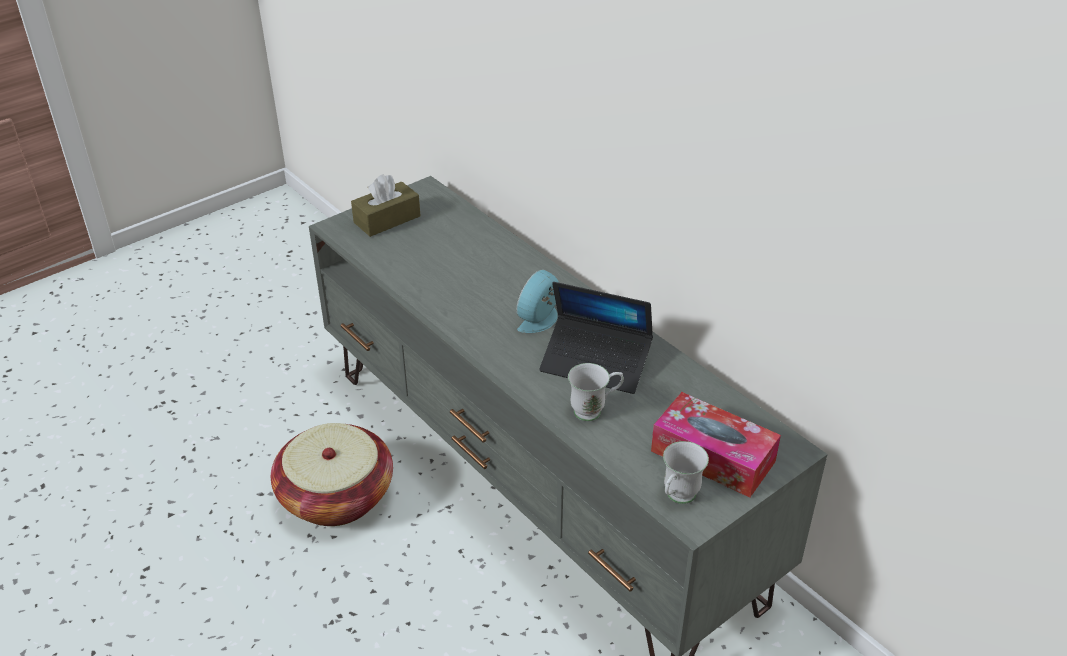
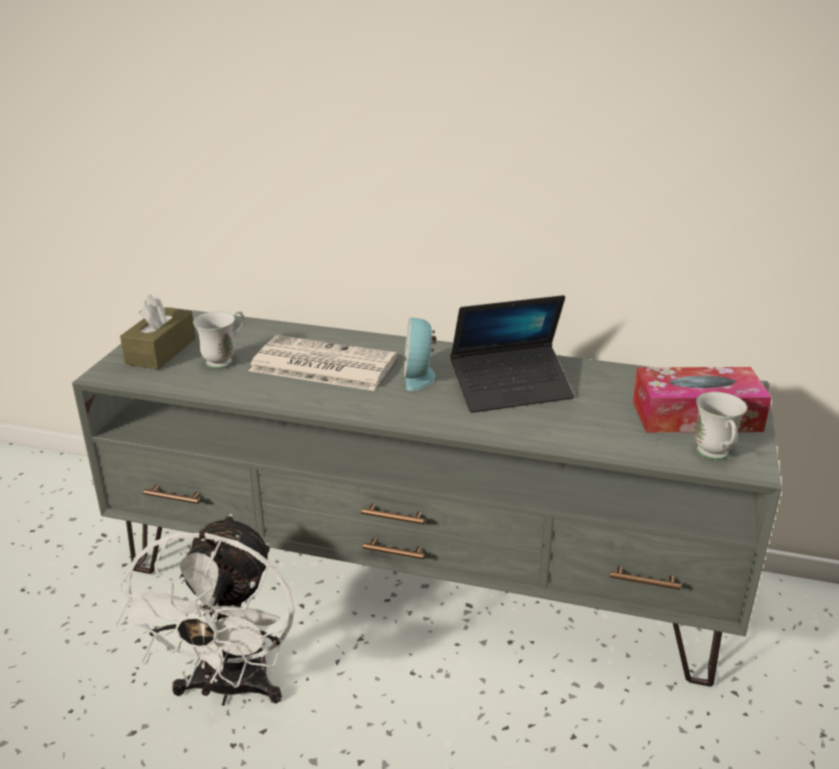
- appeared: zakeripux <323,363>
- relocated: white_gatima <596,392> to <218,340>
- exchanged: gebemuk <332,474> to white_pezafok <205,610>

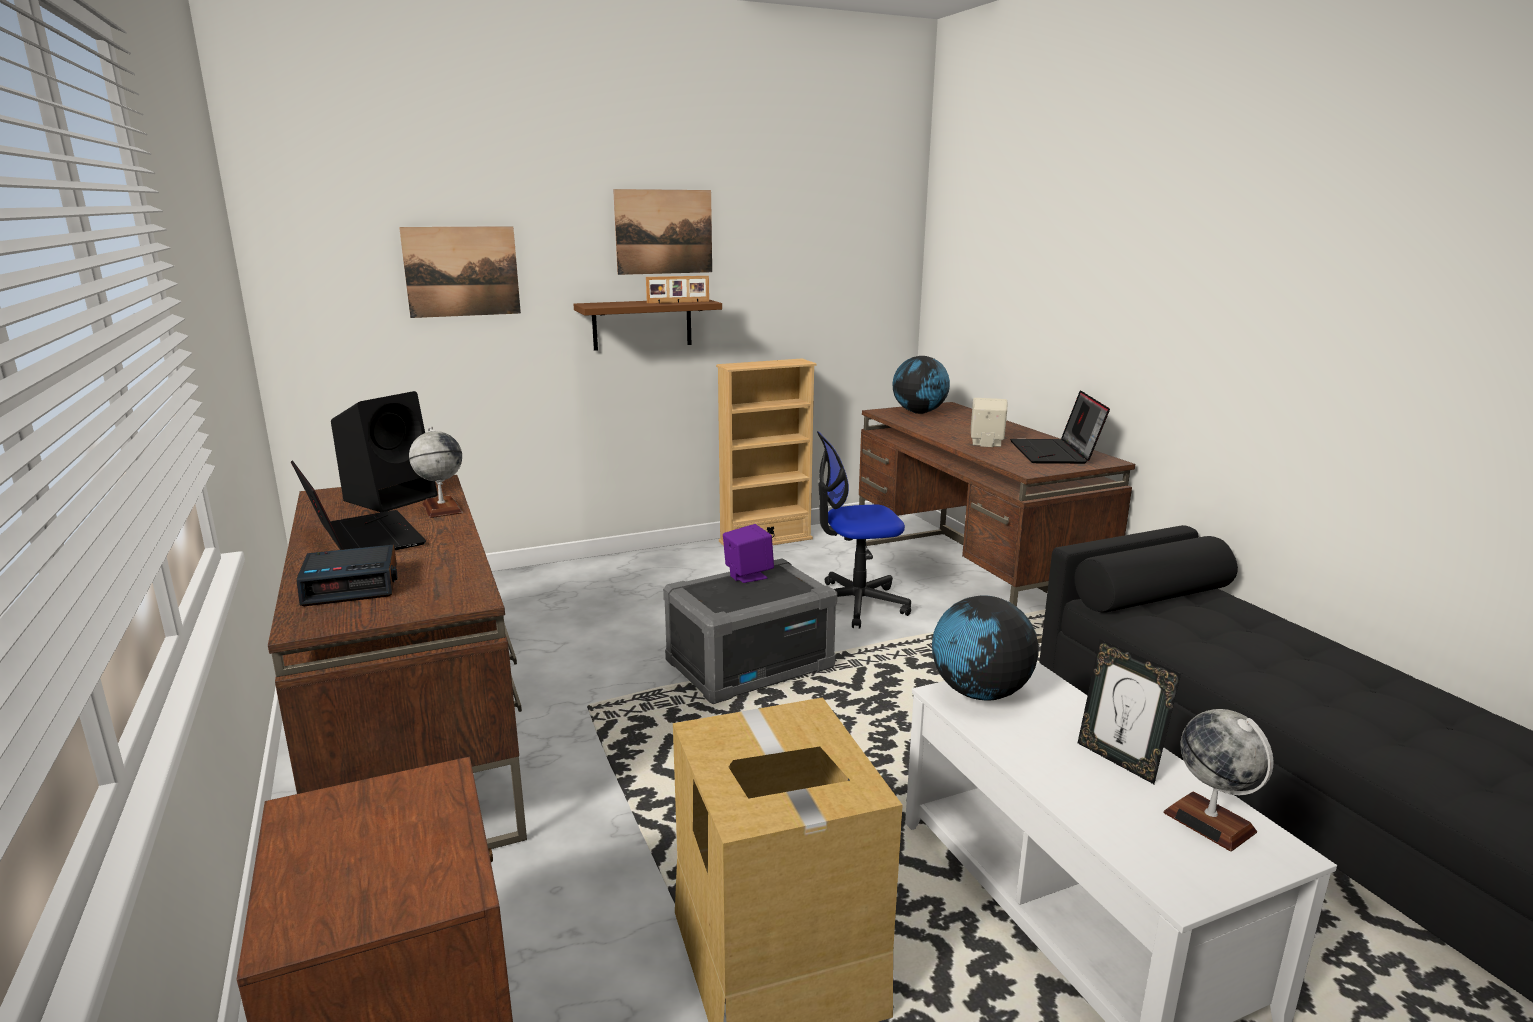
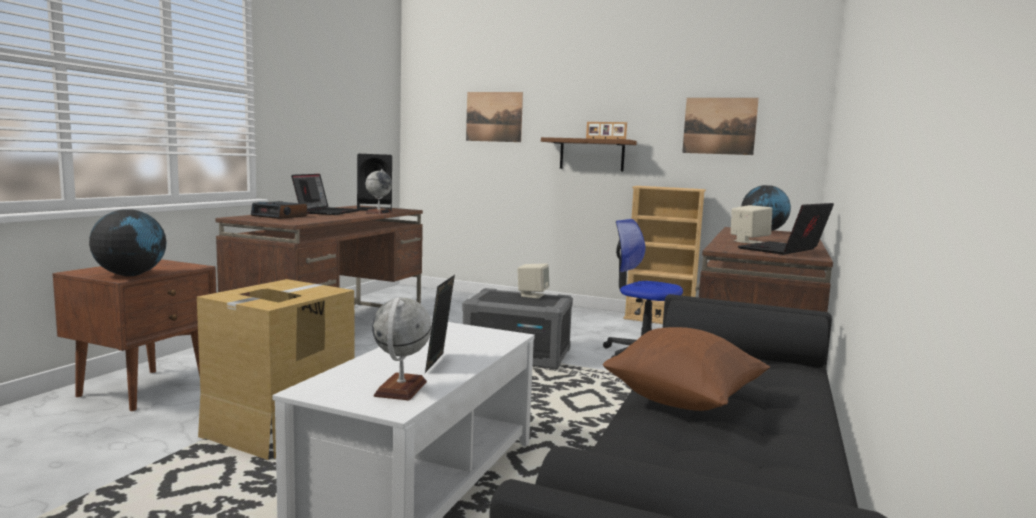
- appeared: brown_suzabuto <686,369>
- relocated: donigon <662,232> to <720,126>
- relocated: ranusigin <985,647> to <128,242>
- colour: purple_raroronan <748,553> to beige_raroronan <533,281>

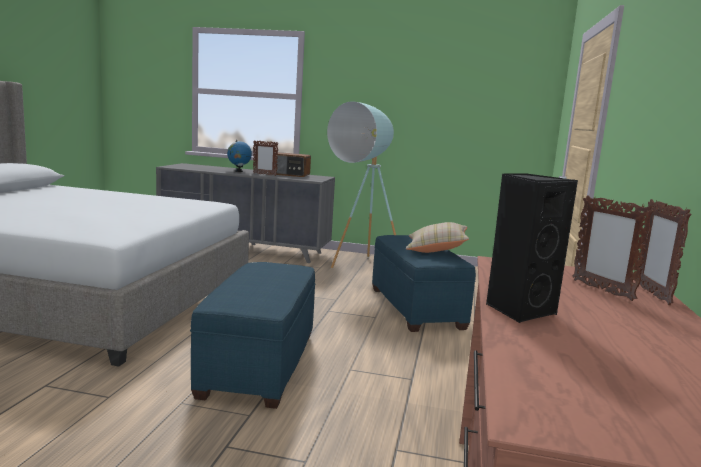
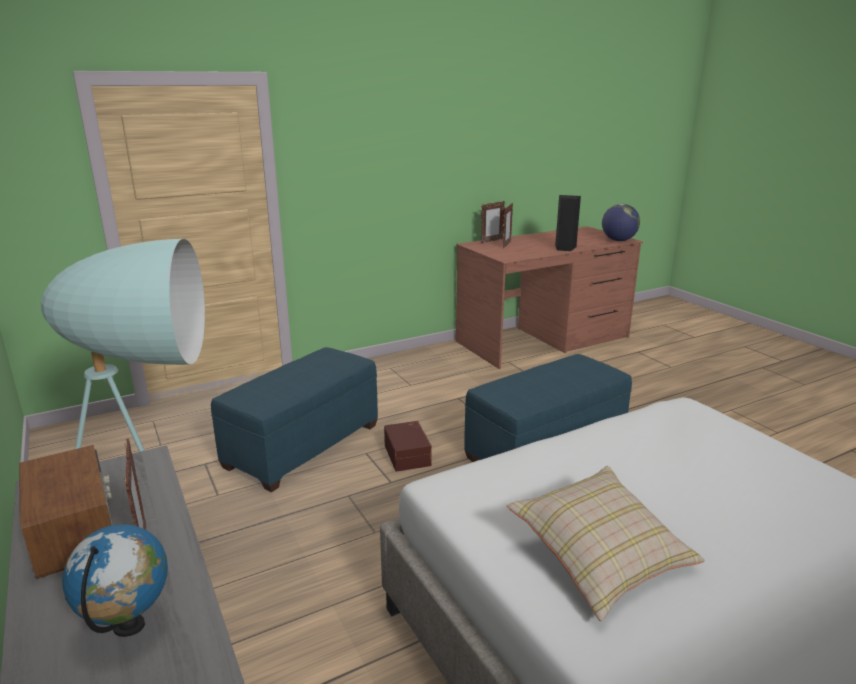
- appeared: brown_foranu <408,446>
- appeared: ranusigin <621,222>
- relocated: beige_suzabuto <437,237> to <606,543>

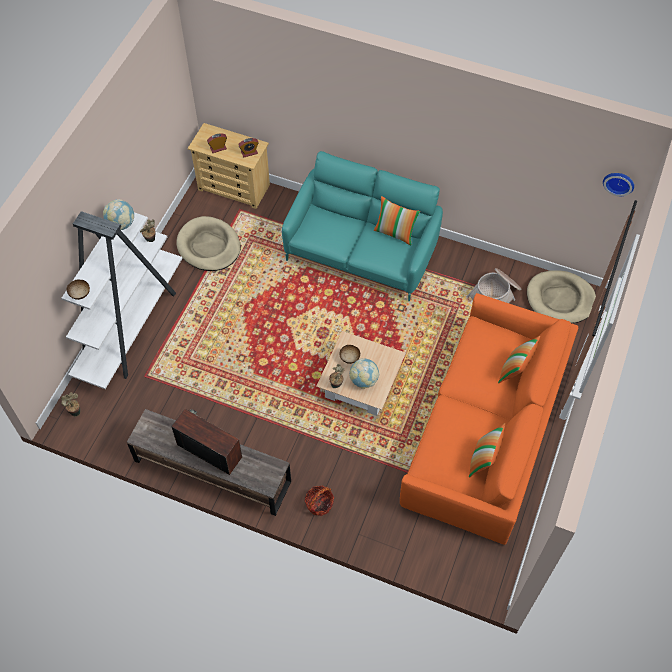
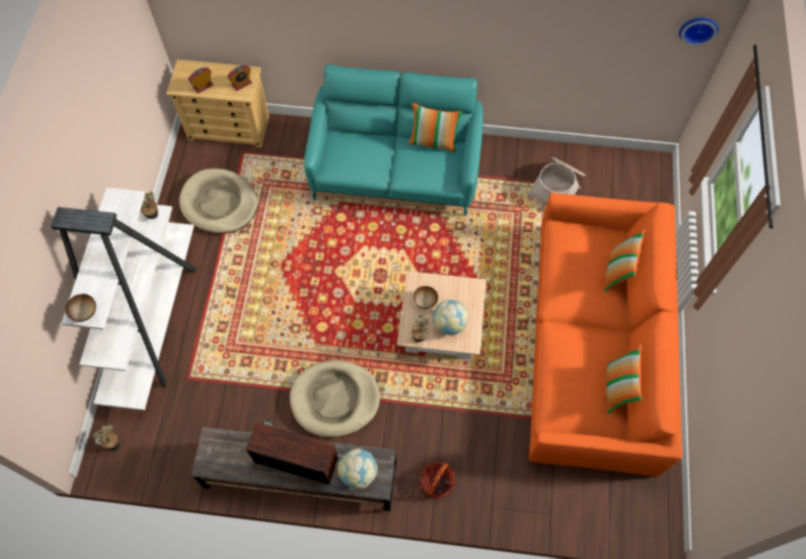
- relocated: ranusigin <118,214> to <357,468>
- relocated: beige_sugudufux <561,296> to <335,398>

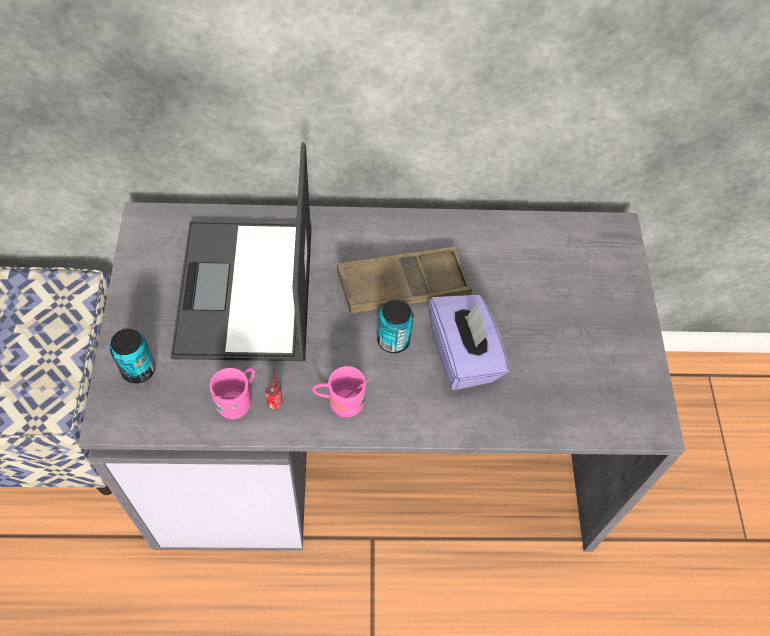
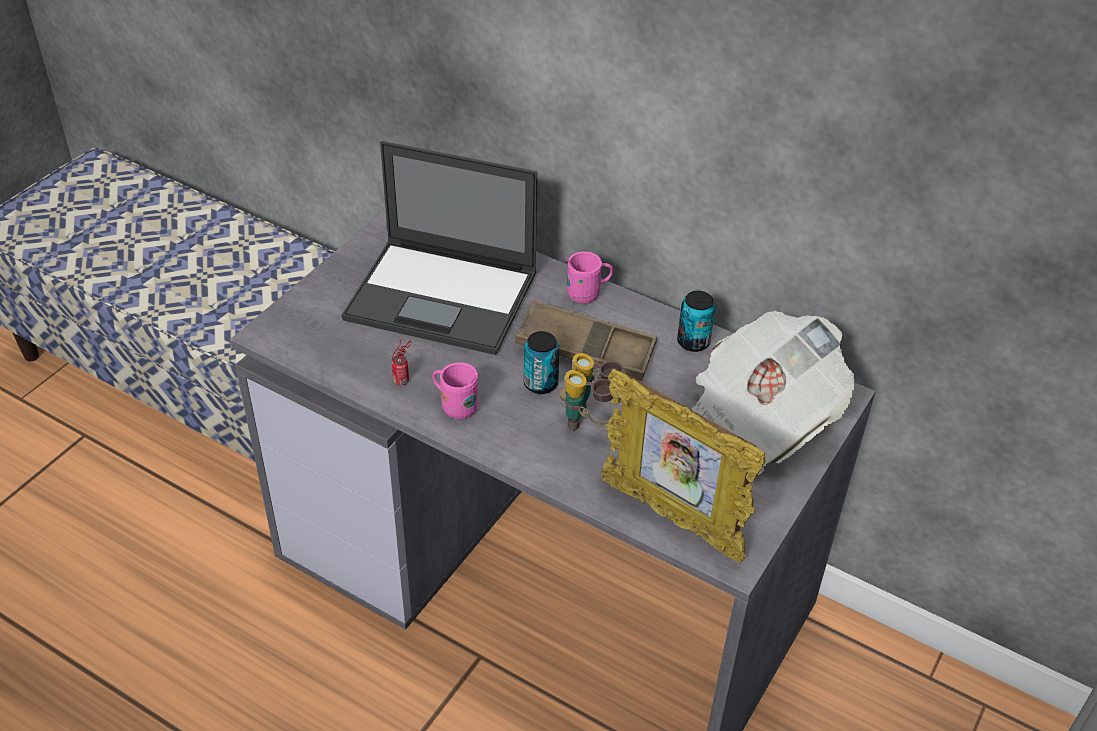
- appeared: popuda <683,466>
- appeared: zakeripux <773,393>
- relocated: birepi <133,355> to <696,321>
- relocated: pink_gatima <232,393> to <589,278>
- exchanged: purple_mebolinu <469,342> to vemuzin <591,392>
- spun: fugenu <241,251> = <439,248> 105 degrees counterclockwise

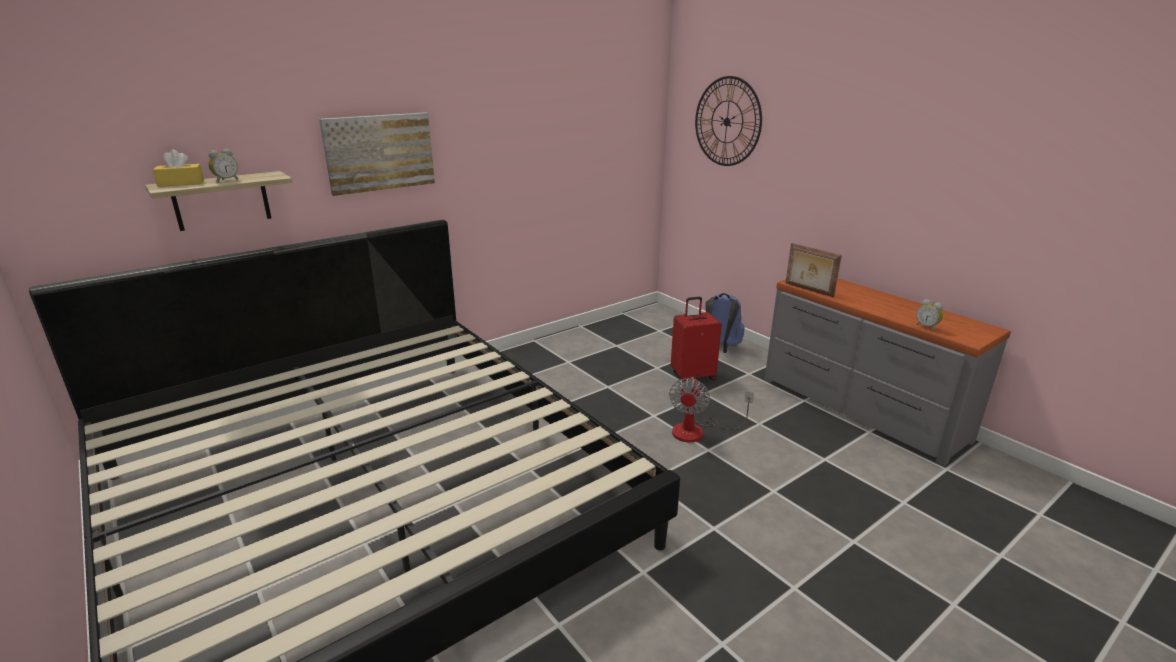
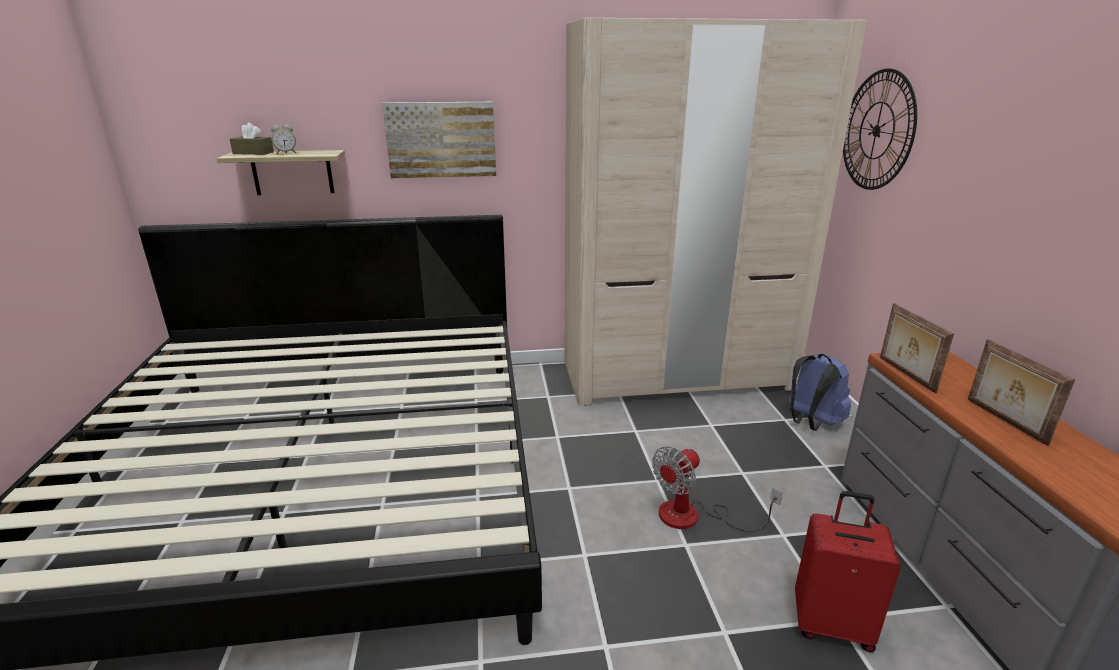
- missing: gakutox <929,315>
- appeared: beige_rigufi <716,212>
- appeared: popuda <1021,392>
- relocated: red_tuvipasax <696,339> to <848,572>
- colour: yellow_mebolinu <178,168> to brown_mebolinu <252,139>

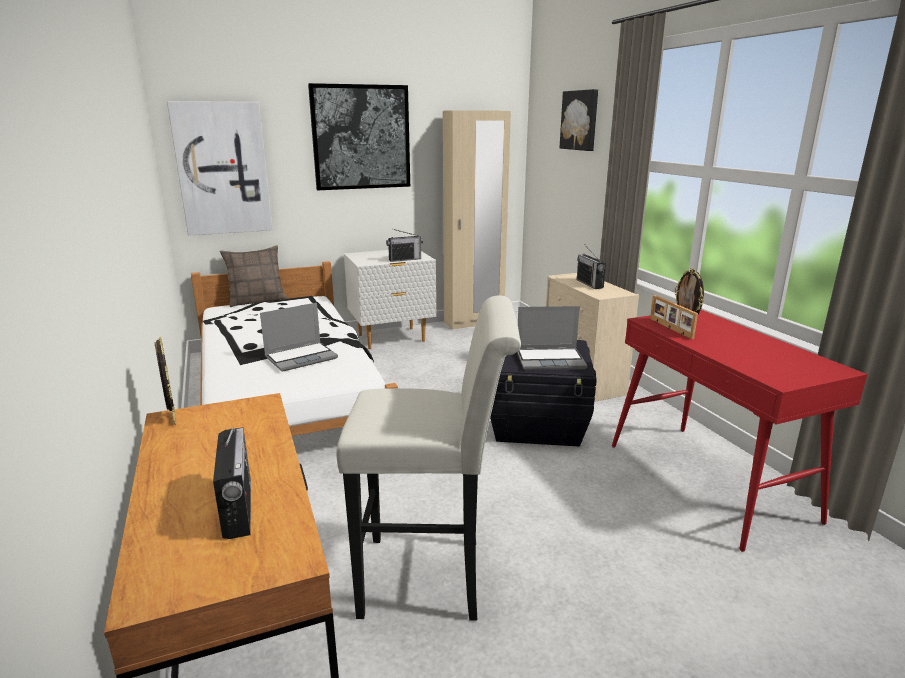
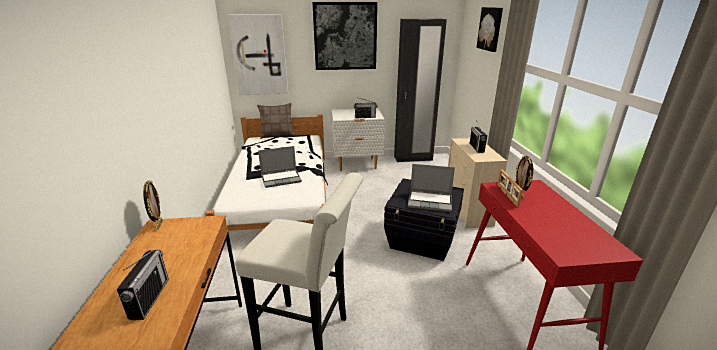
- colour: beige_rigufi <477,220> to black_rigufi <420,90>

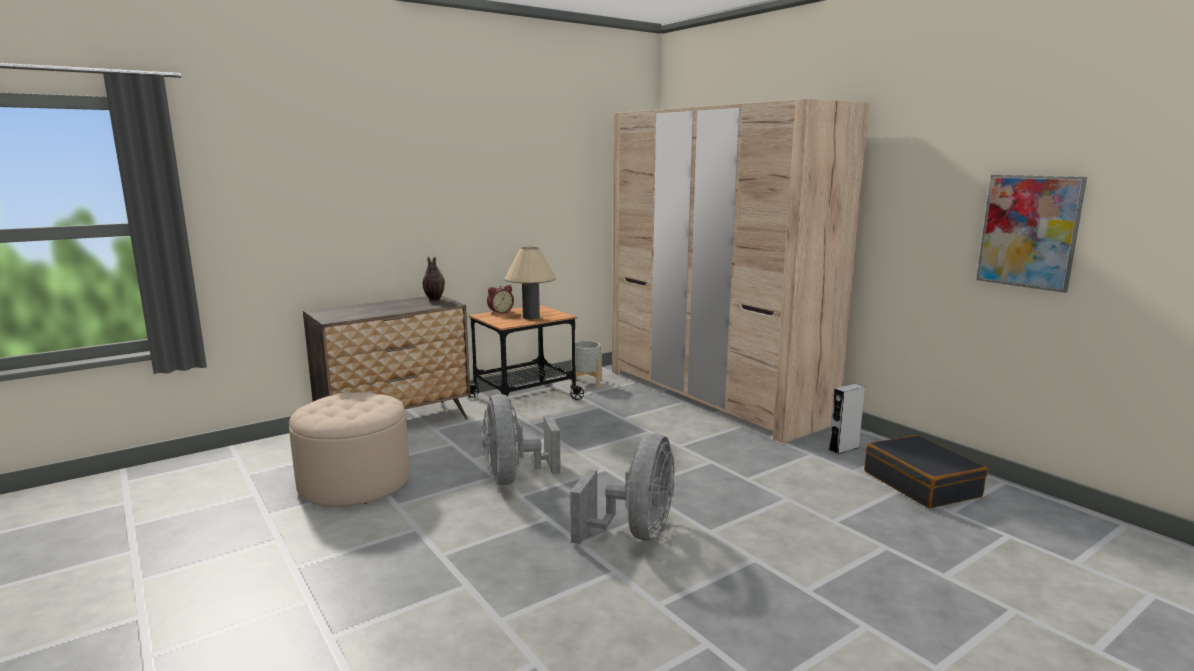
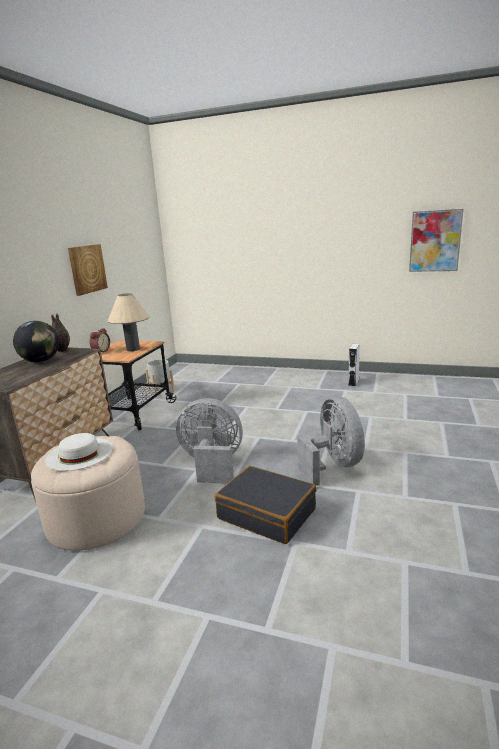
- missing: beige_rigufi <740,271>
- appeared: ranusigin <36,341>
- appeared: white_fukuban <79,452>
- appeared: donigon <88,270>
- relocated: black_tuvipasax <926,471> to <265,505>
- spun: grey_pezafok <521,439> = <209,441> 150 degrees clockwise

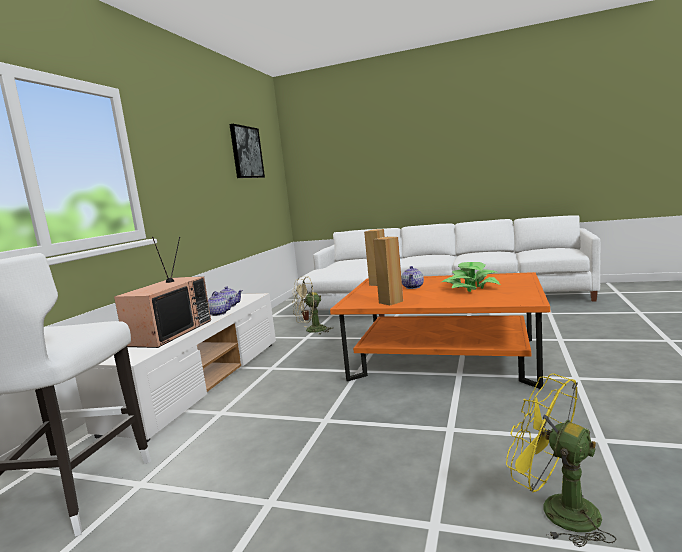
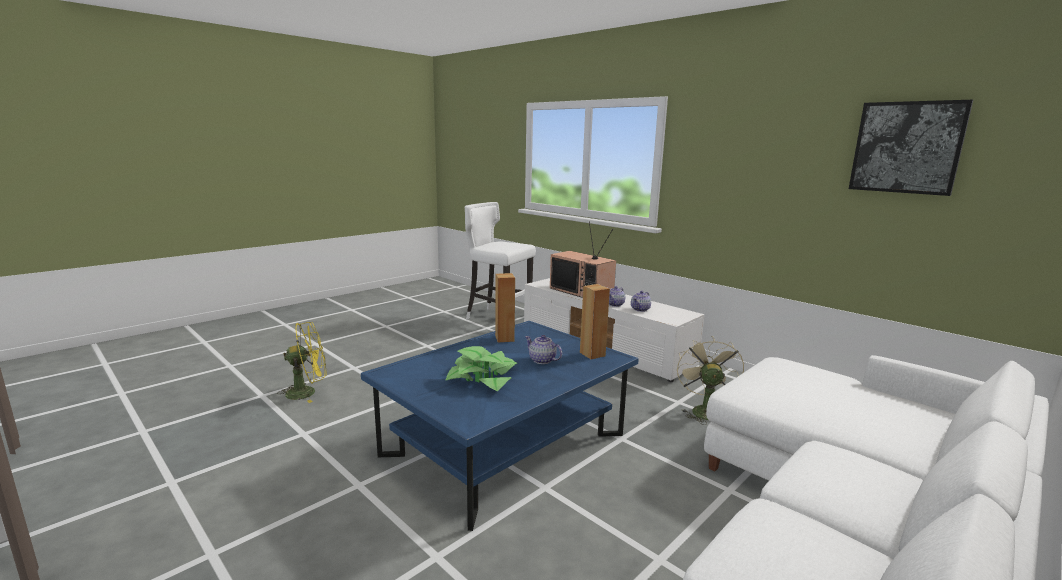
- colour: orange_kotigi <440,330> to blue_kotigi <500,426>

